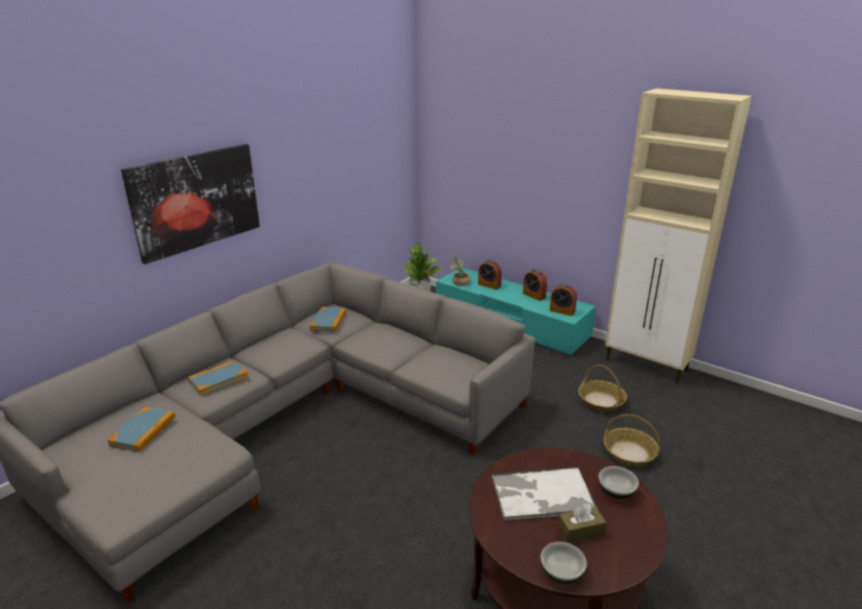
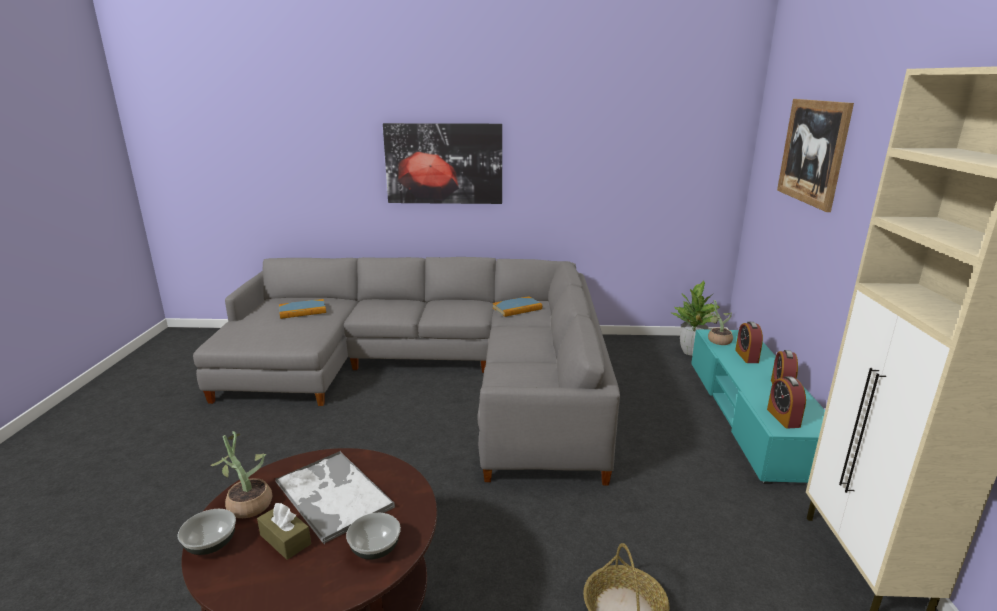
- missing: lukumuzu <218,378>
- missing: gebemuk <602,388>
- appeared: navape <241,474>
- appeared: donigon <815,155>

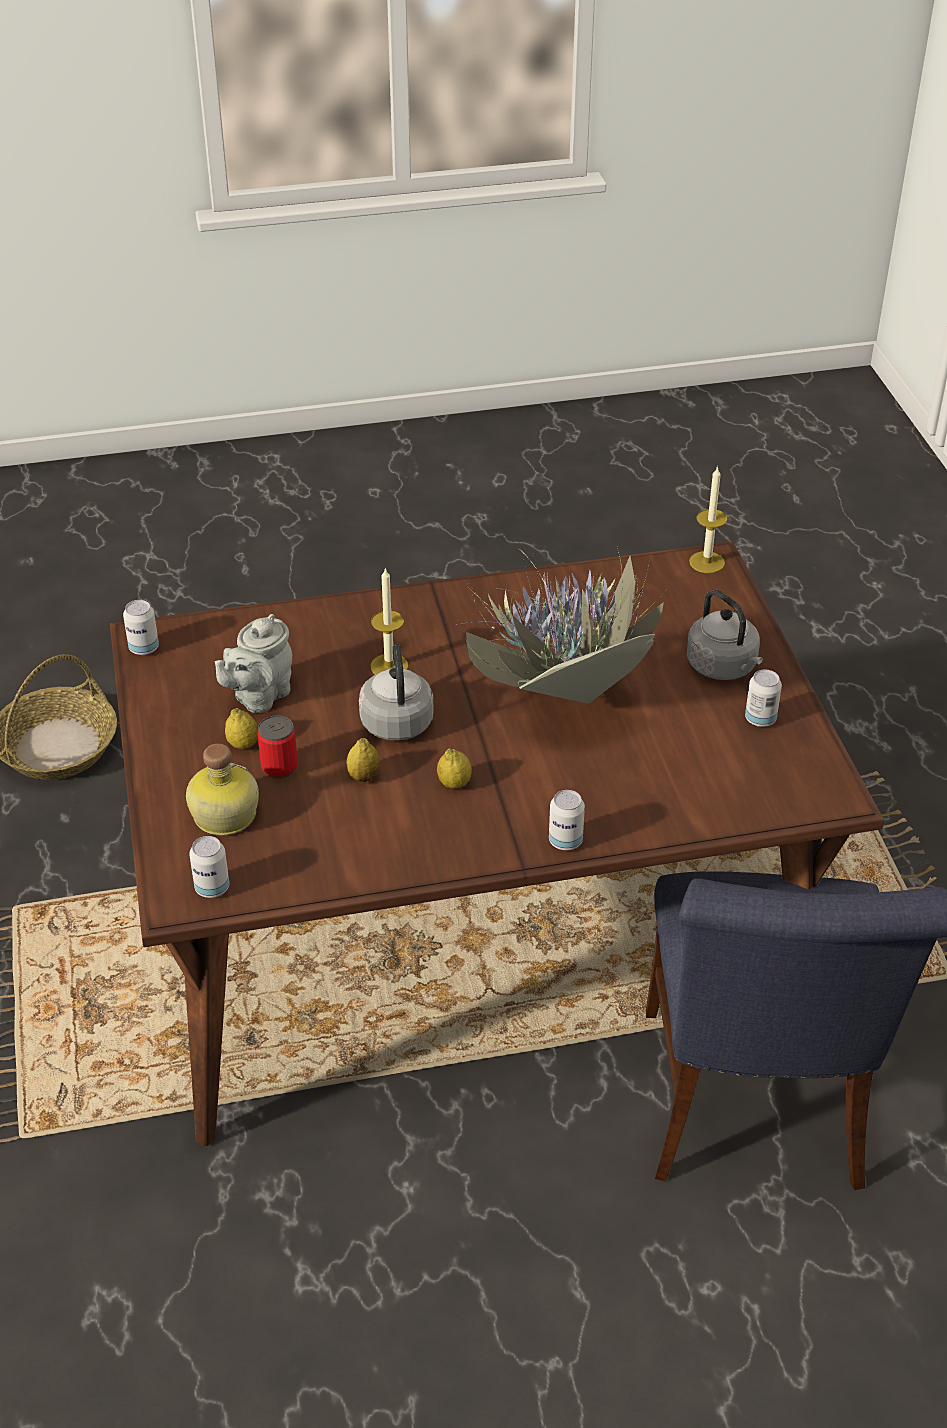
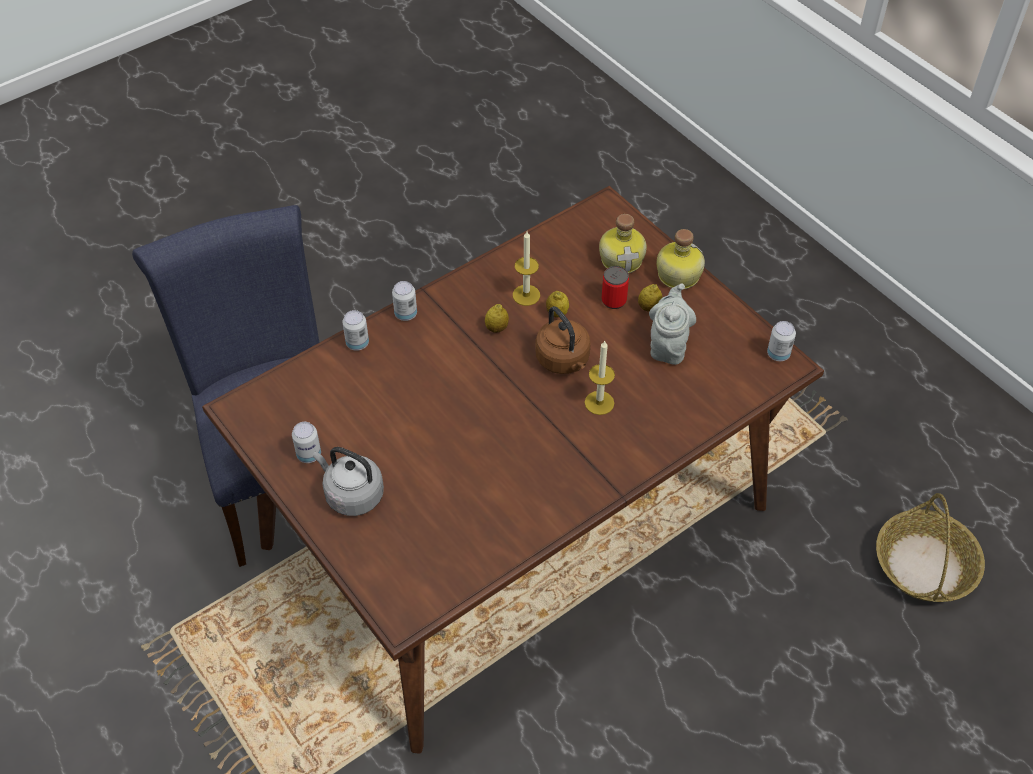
- missing: navape <562,625>
- appeared: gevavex <681,259>
- relocated: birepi <209,867> to <355,330>
- relocated: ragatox <708,519> to <526,269>
- colour: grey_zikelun <396,692> to brown_zikelun <563,340>

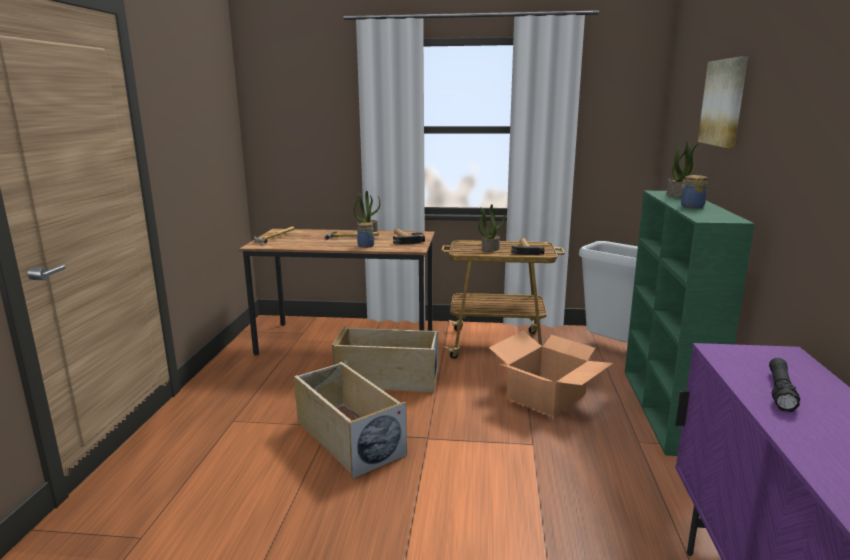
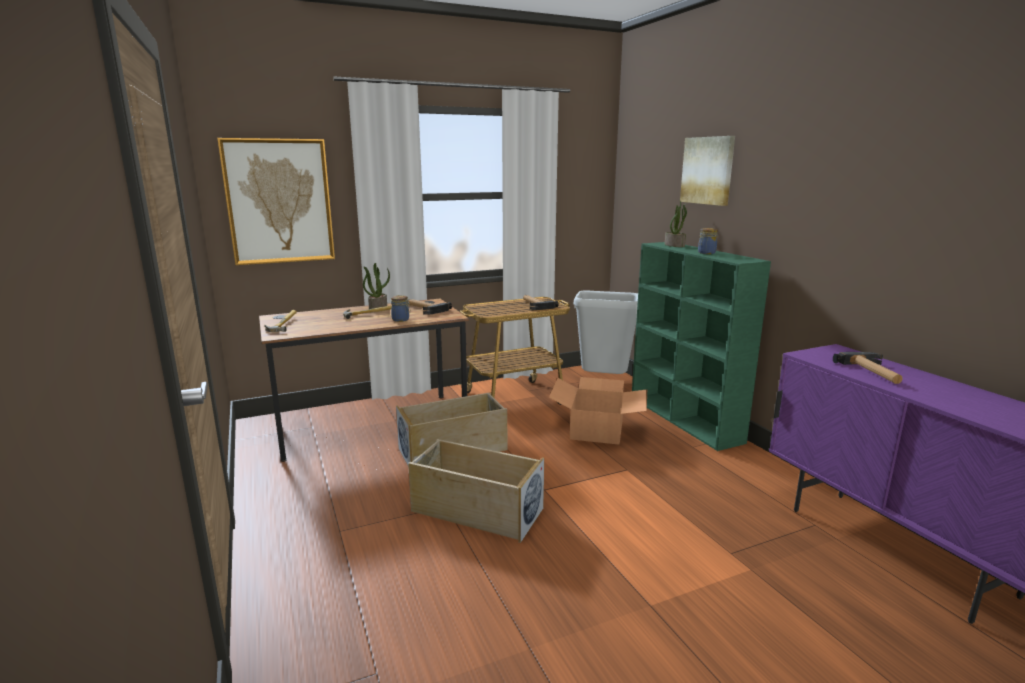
- missing: navape <491,228>
- appeared: donigon <276,201>
- exchanged: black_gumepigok <784,385> to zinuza <868,368>

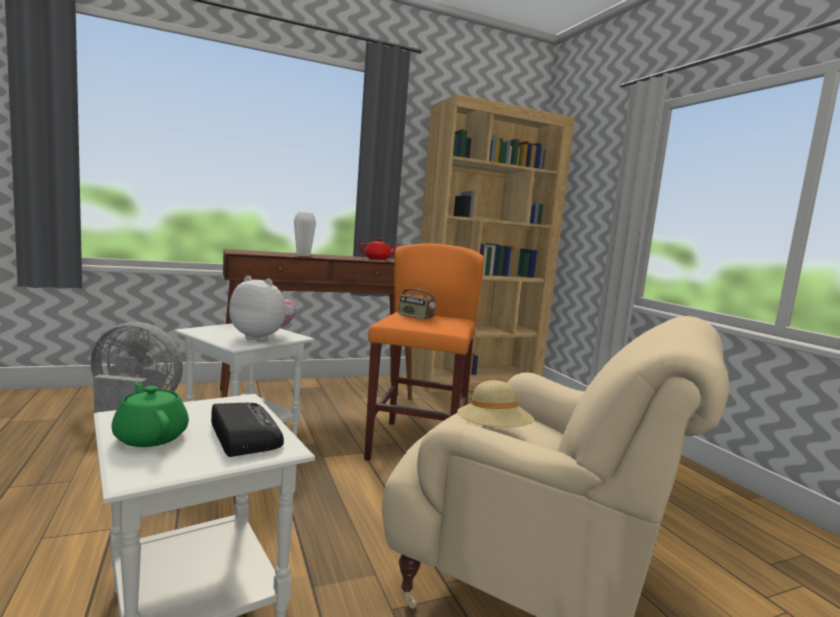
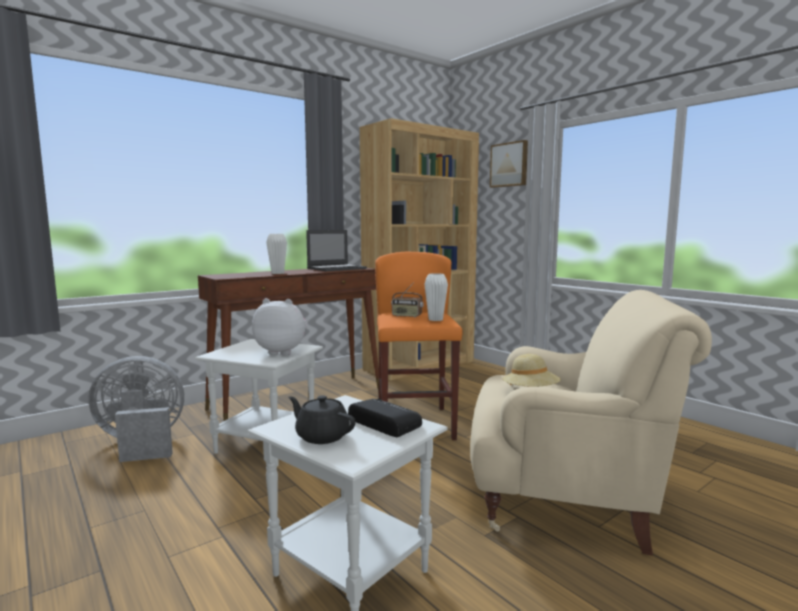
- appeared: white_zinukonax <436,297>
- appeared: donigon <509,164>
- exchanged: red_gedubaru <379,249> to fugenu <336,250>
- colour: green_gedubaru <150,414> to black_gedubaru <322,419>

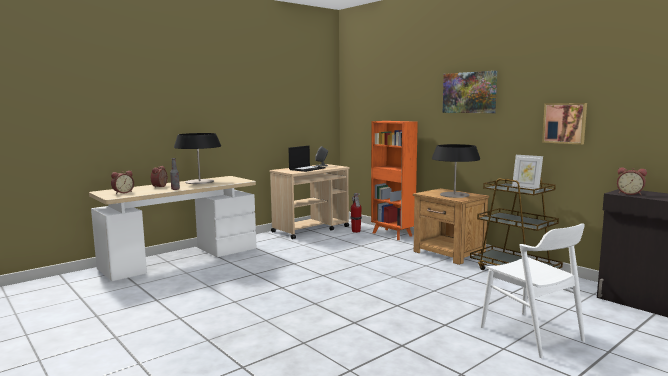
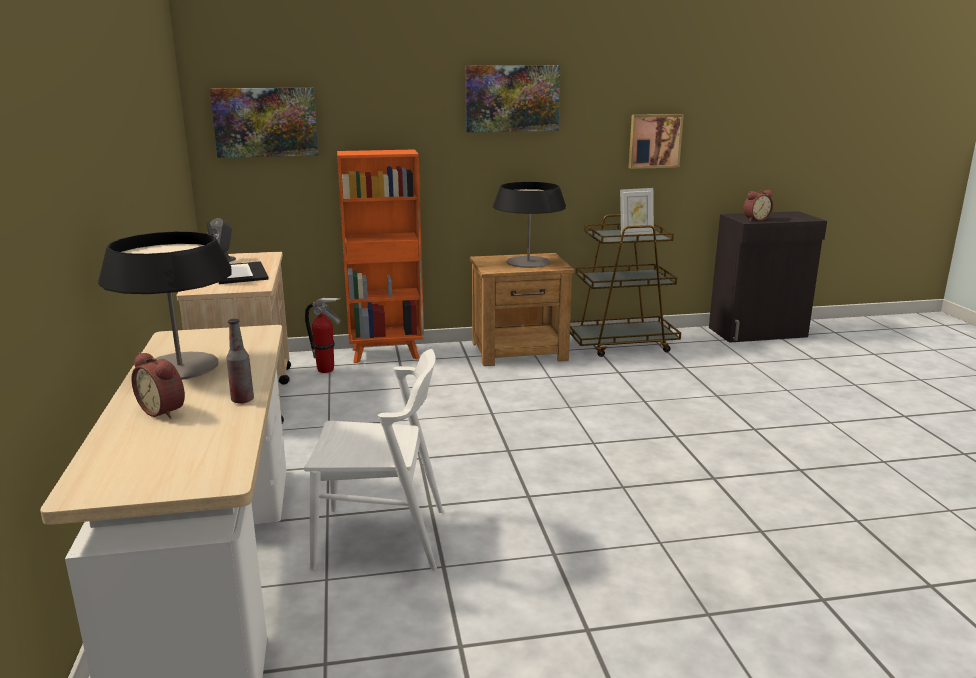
- missing: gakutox <122,182>
- appeared: donigon <264,123>
- relocated: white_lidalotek <533,290> to <373,459>

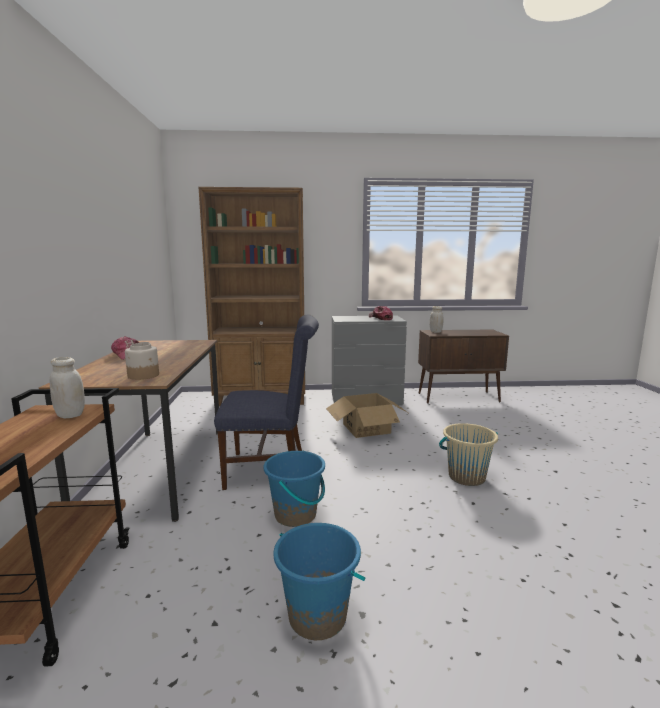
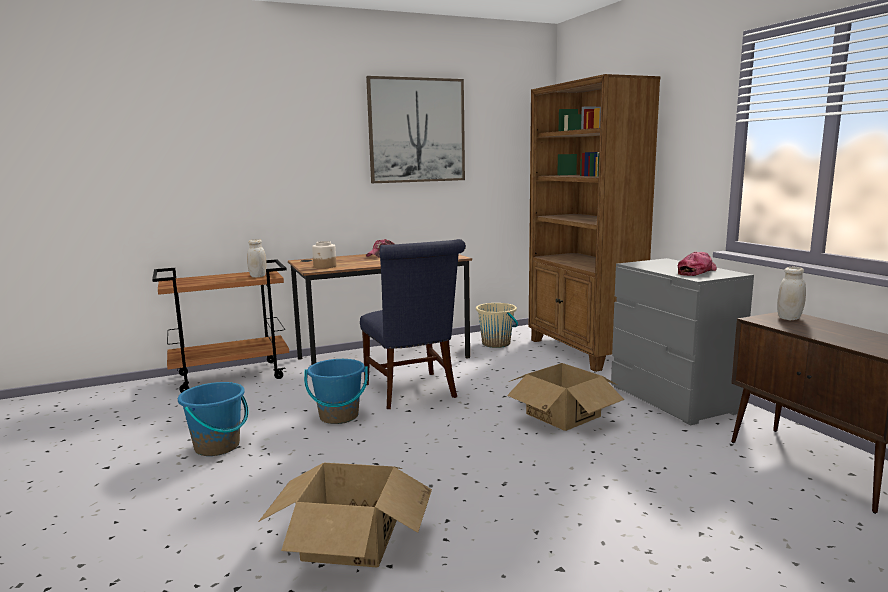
- appeared: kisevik <345,515>
- appeared: donigon <415,129>
- relocated: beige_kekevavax <468,454> to <497,325>

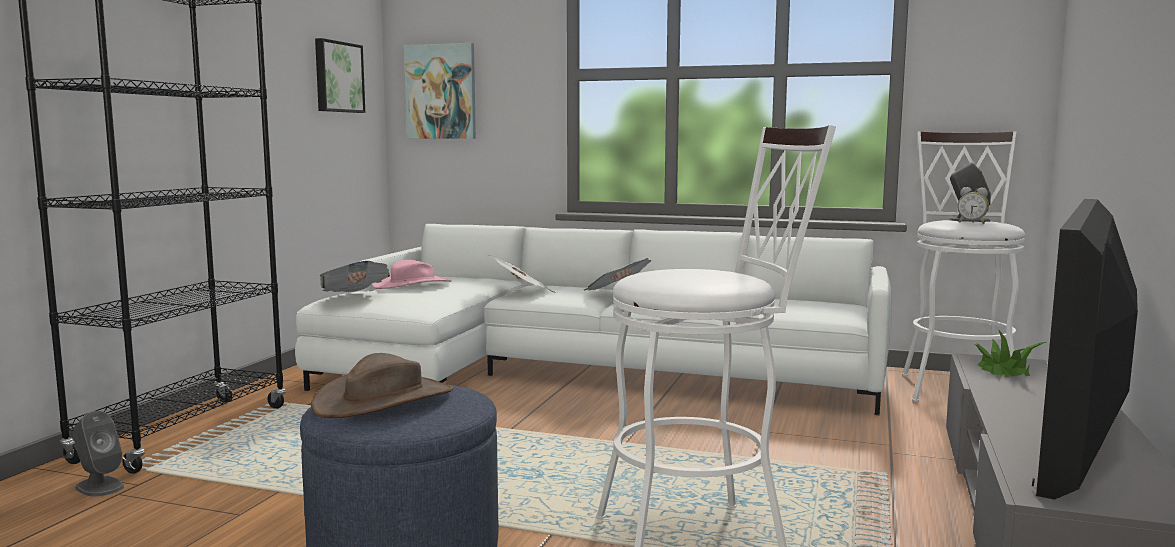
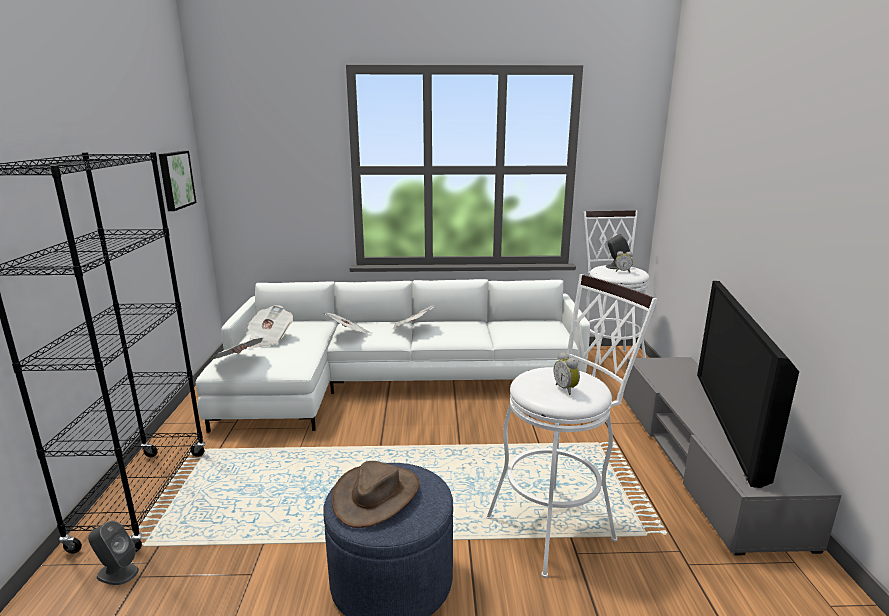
- missing: donigon <440,91>
- missing: navape <1010,353>
- appeared: gakutox <567,373>
- exchanged: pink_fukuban <412,274> to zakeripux <269,326>

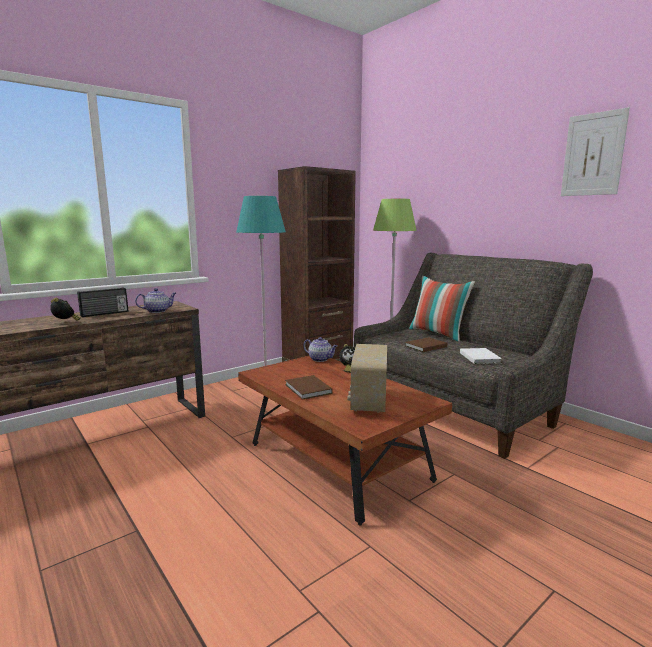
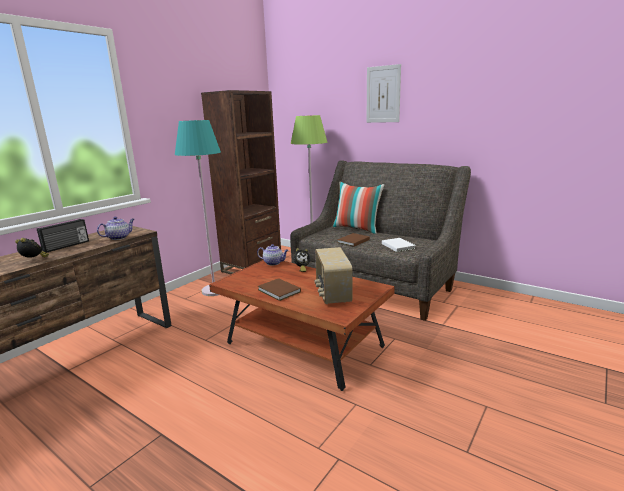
- relocated: donigon <595,151> to <384,93>

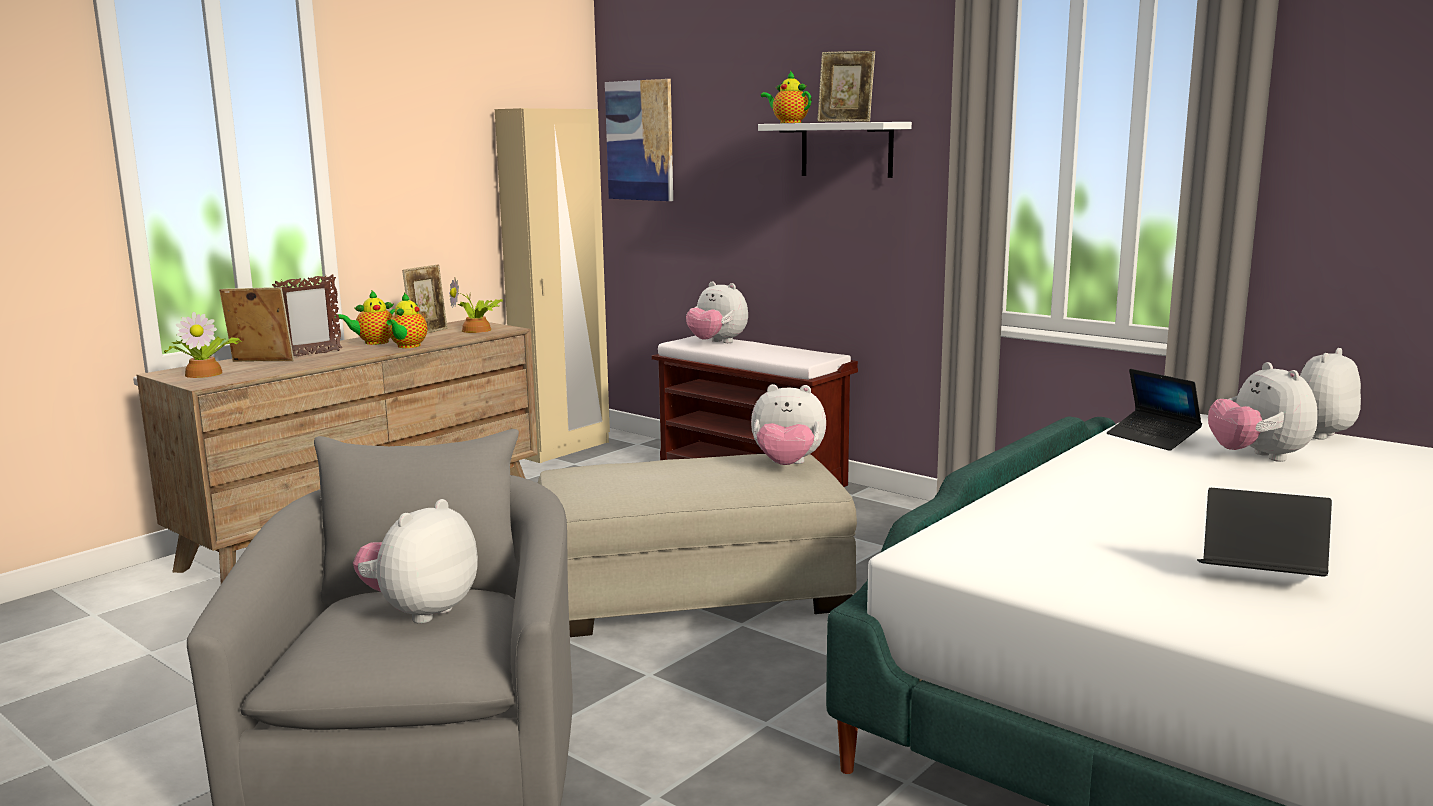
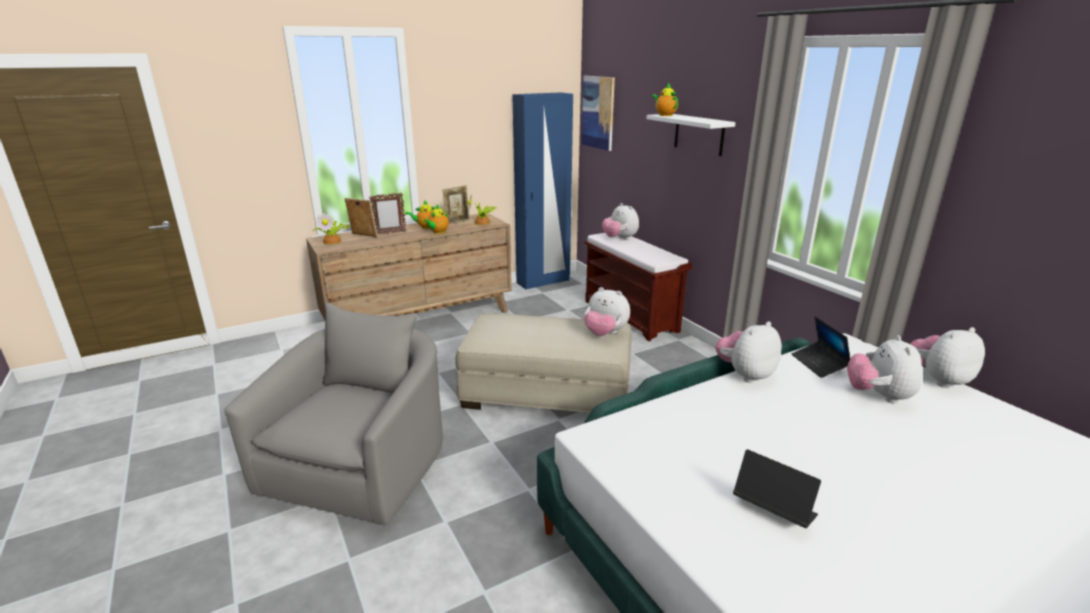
- missing: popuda <846,86>
- relocated: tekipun <415,561> to <748,352>
- colour: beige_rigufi <552,285> to blue_rigufi <542,191>

